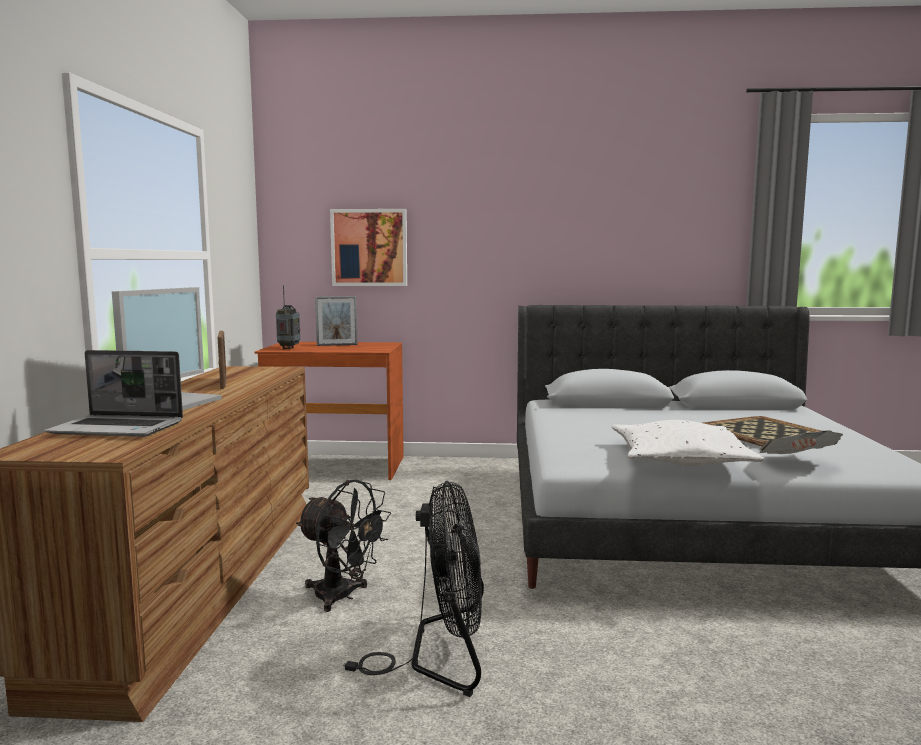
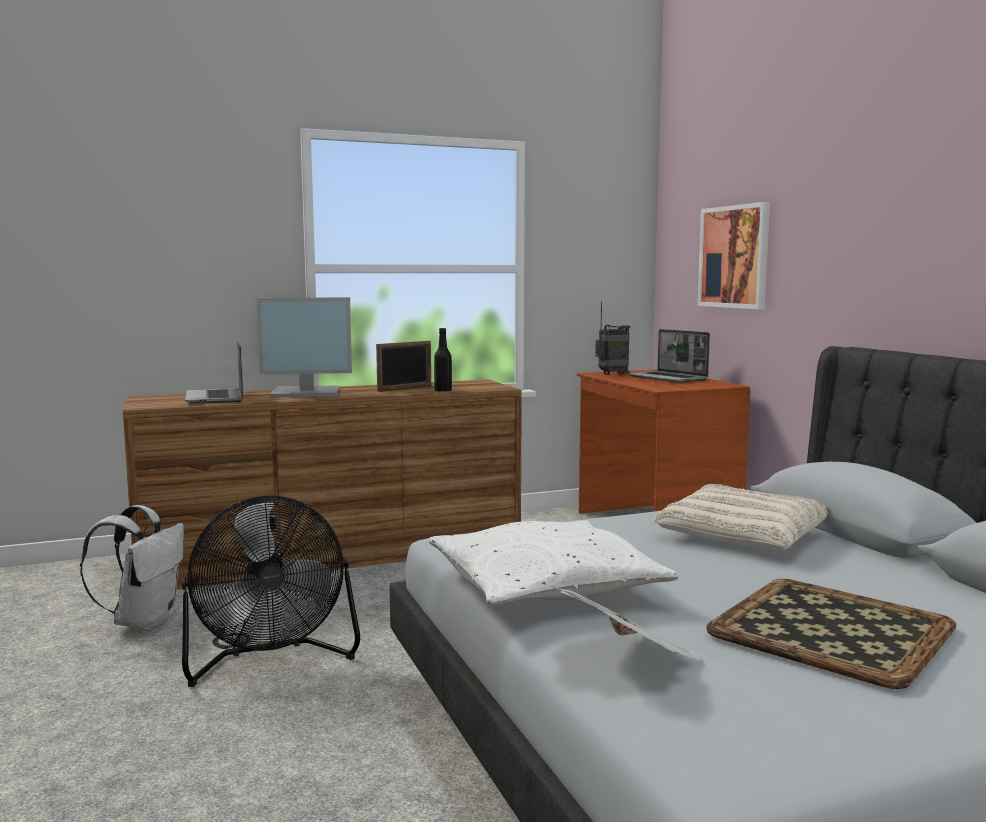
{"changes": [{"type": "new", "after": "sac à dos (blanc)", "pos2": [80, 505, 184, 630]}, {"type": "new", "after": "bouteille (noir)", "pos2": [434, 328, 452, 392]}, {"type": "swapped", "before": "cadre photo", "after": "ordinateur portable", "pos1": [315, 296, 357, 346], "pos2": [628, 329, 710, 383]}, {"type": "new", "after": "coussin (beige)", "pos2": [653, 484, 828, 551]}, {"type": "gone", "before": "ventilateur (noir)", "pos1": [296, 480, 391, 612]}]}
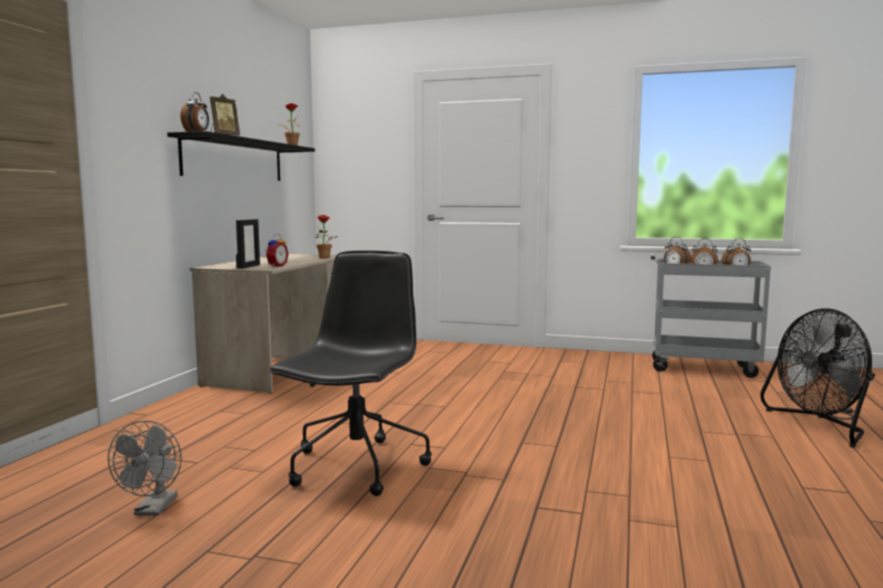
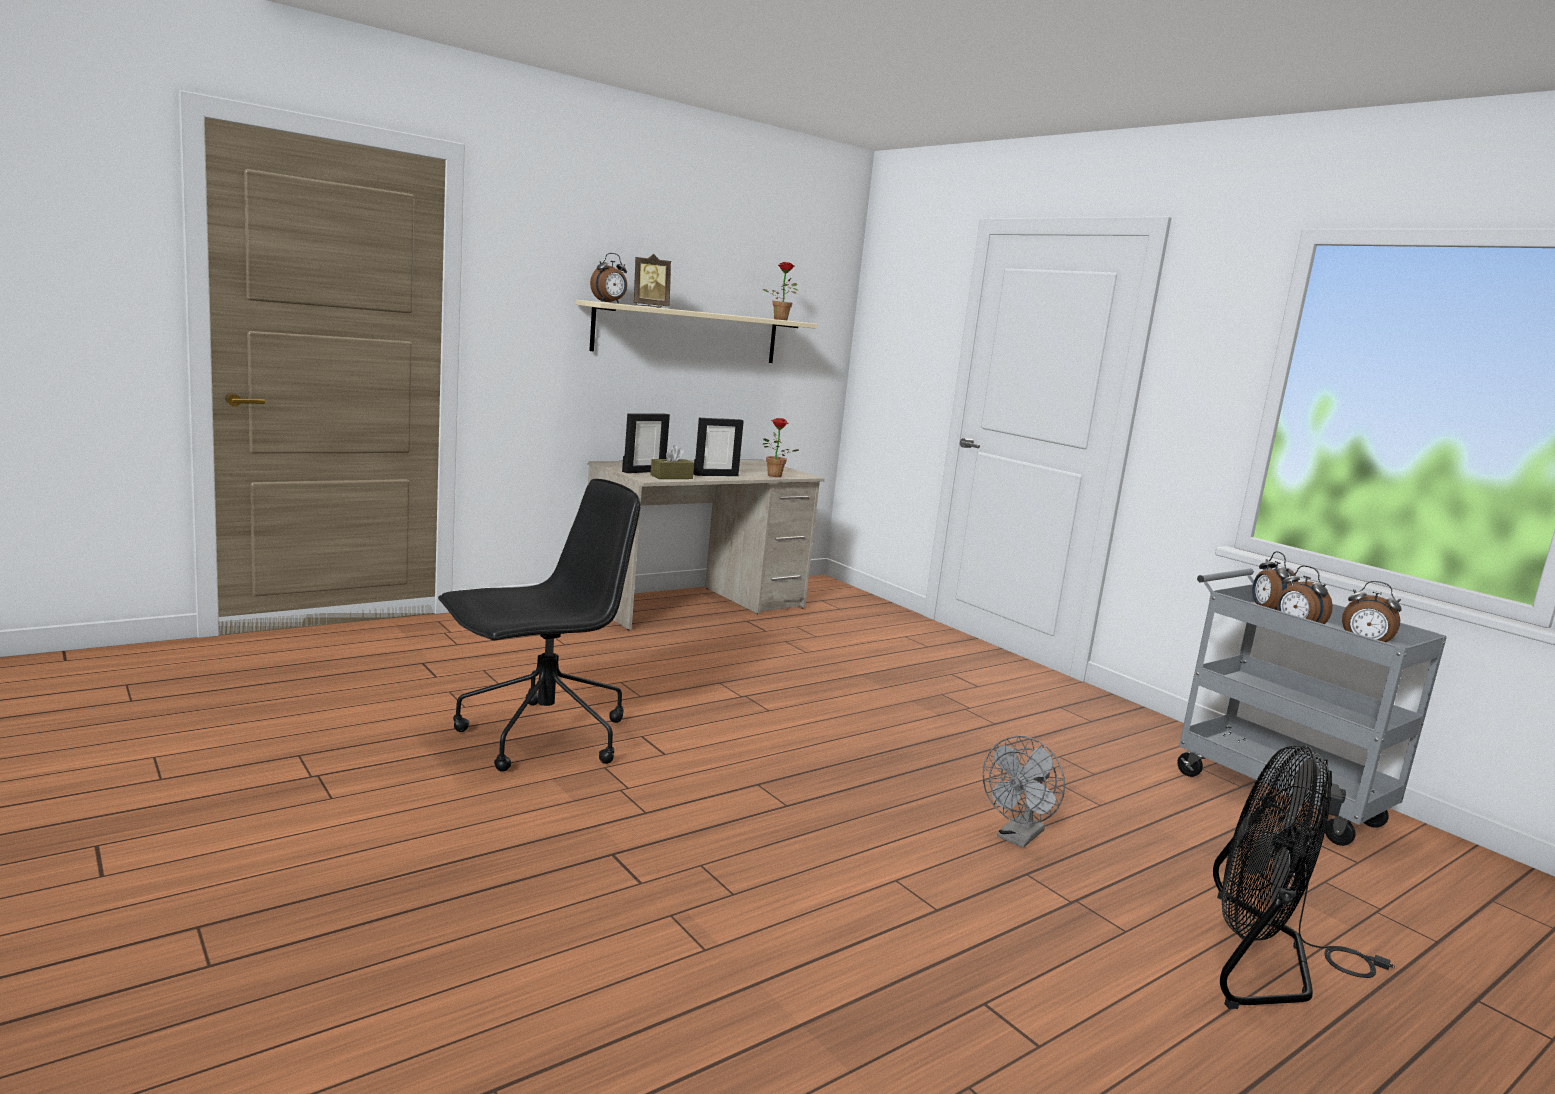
{"changes": [{"type": "repainted", "before": "étagère (noir)", "after": "étagère (beige)", "pos1": [167, 131, 315, 181], "pos2": [575, 300, 817, 363]}, {"type": "swapped", "before": "réveil", "after": "boîte à mouchoirs (marron)", "pos1": [266, 234, 289, 267], "pos2": [650, 445, 694, 479]}, {"type": "new", "after": "cadre photo", "pos2": [693, 418, 744, 476]}, {"type": "shifted", "before": "ventilateur (gris)", "pos1": [108, 420, 182, 516], "pos2": [983, 736, 1065, 848]}]}
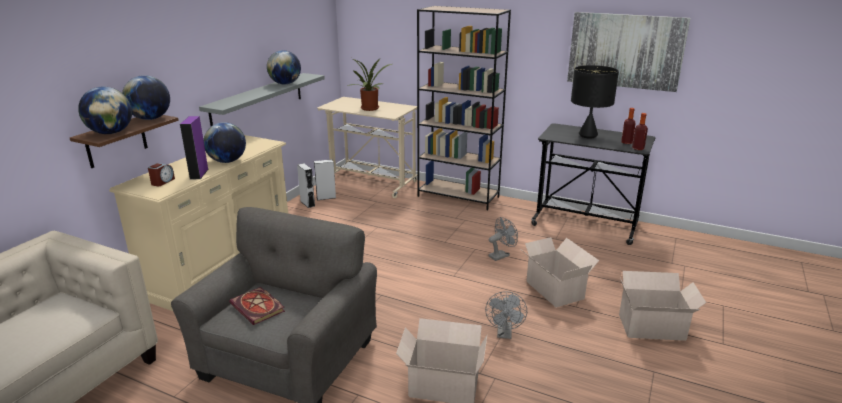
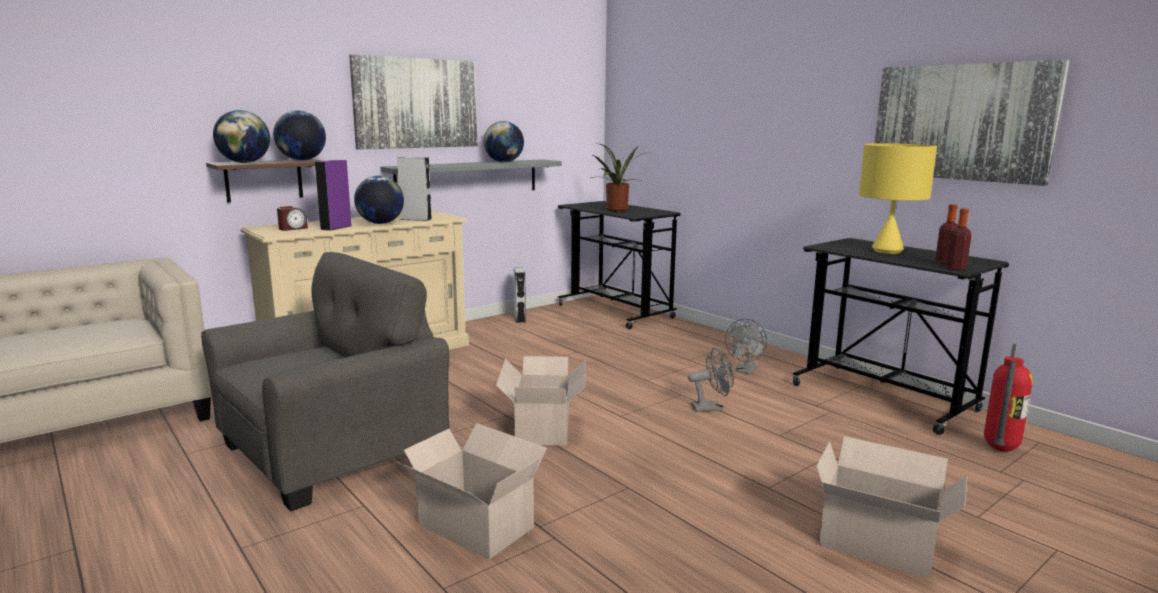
{"changes": [{"type": "new", "after": "tableau", "pos2": [349, 55, 478, 150]}, {"type": "shifted", "before": "enceinte (gris)", "pos1": [314, 159, 336, 200], "pos2": [397, 157, 432, 221]}, {"type": "shifted", "before": "carton", "pos1": [523, 237, 599, 307], "pos2": [496, 356, 586, 445]}, {"type": "repainted", "before": "bureau (beige)", "after": "bureau (noir)", "pos1": [317, 97, 418, 198], "pos2": [558, 201, 680, 329]}, {"type": "shifted", "before": "ventilateur (gris)", "pos1": [485, 291, 527, 339], "pos2": [725, 319, 767, 374]}, {"type": "repainted", "before": "lampe de table (noir)", "after": "lampe de table (jaune)", "pos1": [571, 65, 619, 139], "pos2": [859, 143, 937, 254]}, {"type": "new", "after": "extincteur", "pos2": [984, 344, 1033, 452]}, {"type": "gone", "before": "livre", "pos1": [229, 287, 285, 325]}, {"type": "gone", "before": "bibliothèque (beige)", "pos1": [417, 6, 511, 210]}]}
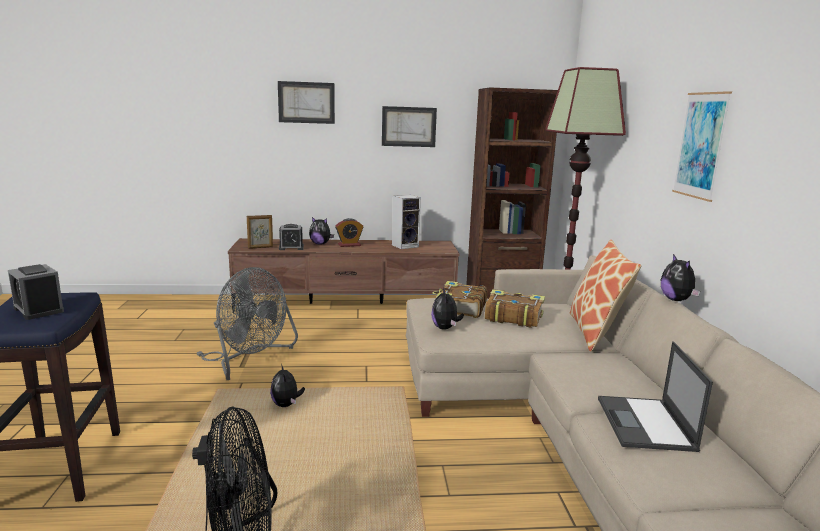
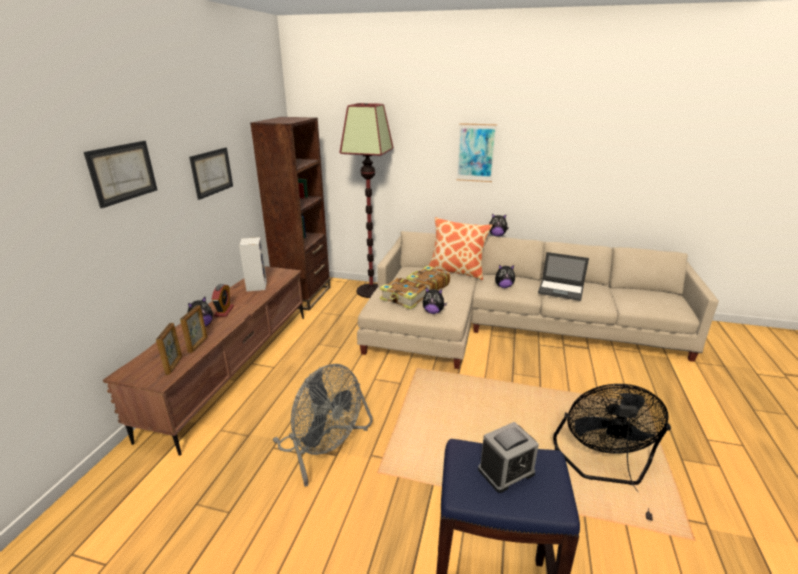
{"changes": [{"type": "swapped", "before": "réveil", "after": "cadre photo", "pos1": [279, 224, 304, 250], "pos2": [180, 305, 207, 353]}, {"type": "rotated", "before": "ventilateur (gris)", "pos1": [197, 267, 298, 380], "pos2": [273, 364, 373, 487], "turn": 75}, {"type": "shifted", "before": "peluche", "pos1": [270, 364, 305, 407], "pos2": [495, 265, 515, 288]}]}
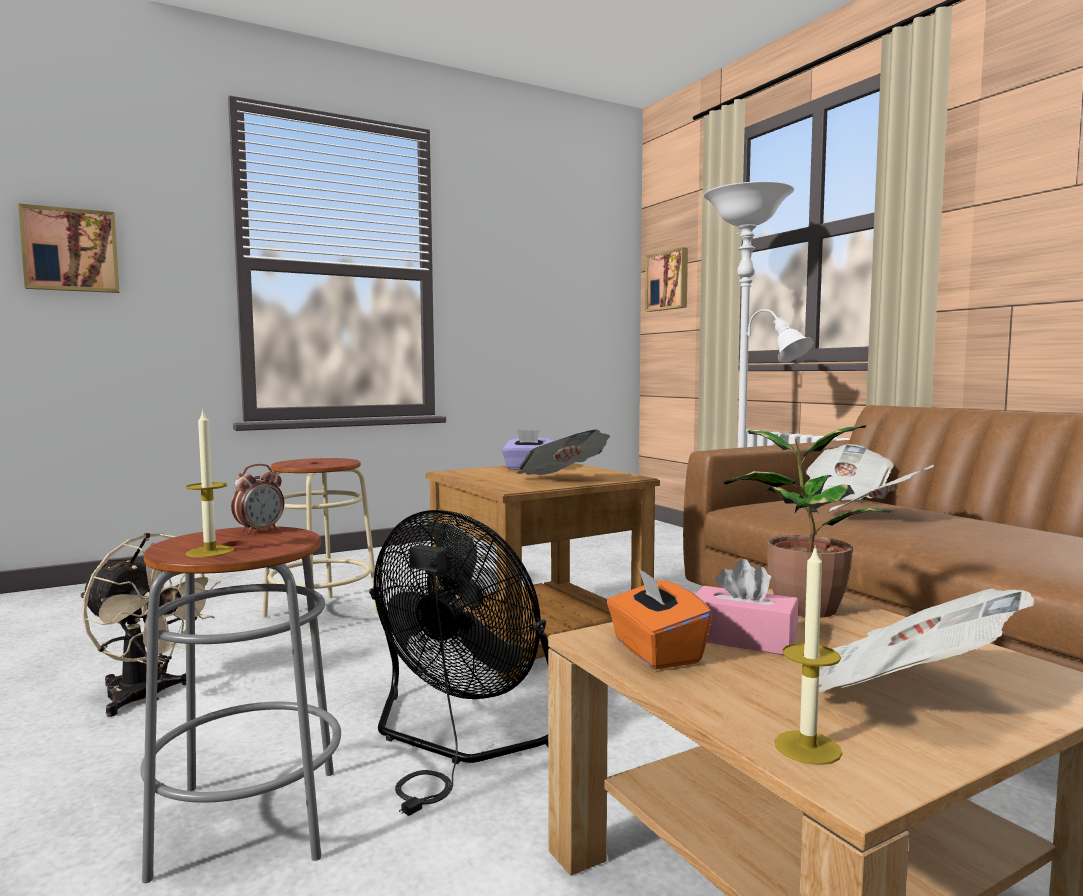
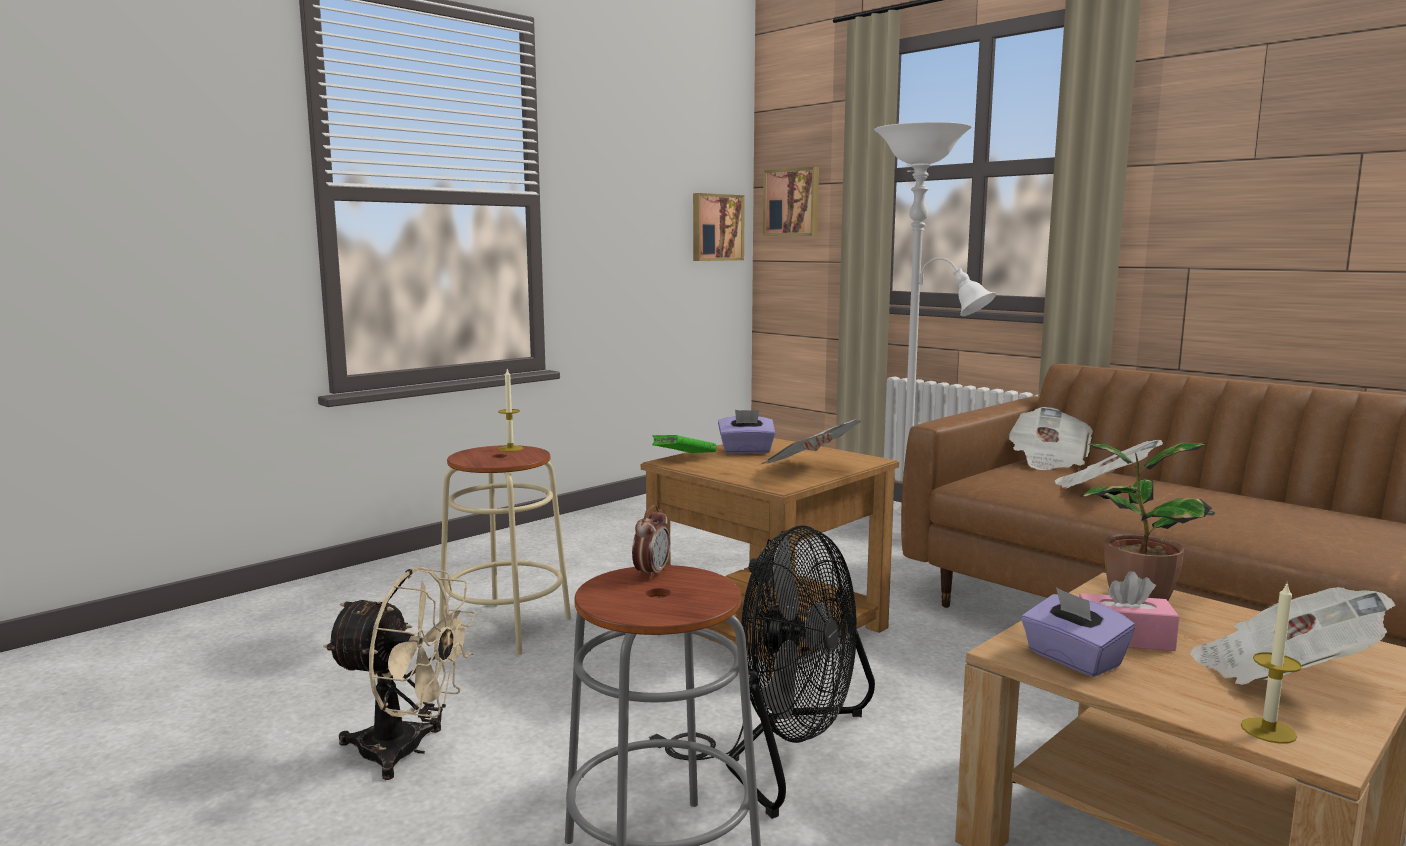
{"changes": [{"type": "shifted", "before": "bougie", "pos1": [186, 411, 234, 558], "pos2": [498, 369, 523, 452]}, {"type": "rotated", "before": "ventilateur (noir)", "pos1": [369, 510, 550, 816], "pos2": [649, 525, 875, 819], "turn": 105}, {"type": "new", "after": "livre (vert)", "pos2": [652, 435, 717, 453]}, {"type": "shifted", "before": "tableau", "pos1": [18, 203, 120, 293], "pos2": [693, 193, 745, 261]}, {"type": "repainted", "before": "boîte à mouchoirs (orange)", "after": "boîte à mouchoirs (violet)", "pos1": [607, 567, 713, 670], "pos2": [1021, 587, 1135, 677]}]}
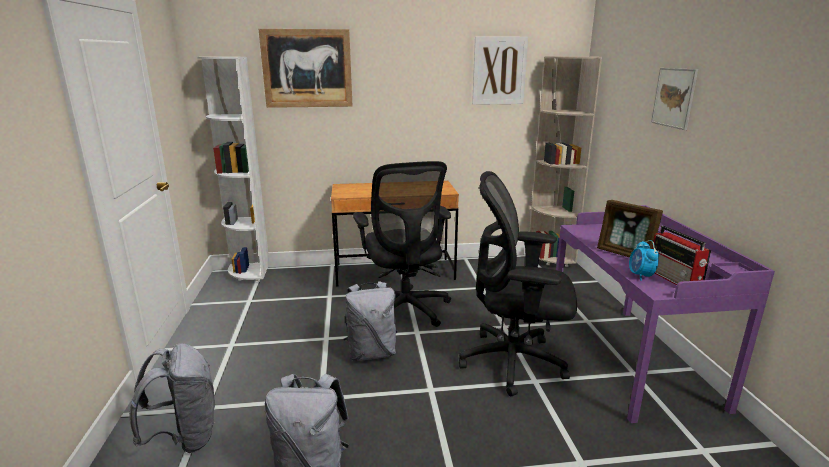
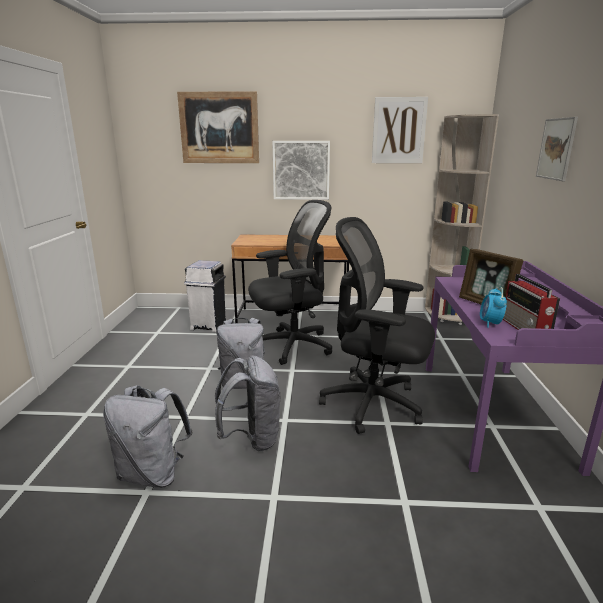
{"changes": [{"type": "new", "after": "poubelle (blanc)", "pos2": [184, 260, 226, 332]}, {"type": "shifted", "before": "sac à dos (gris)", "pos1": [129, 343, 215, 453], "pos2": [215, 356, 280, 452]}, {"type": "rotated", "before": "chaise de bureau (noir)", "pos1": [353, 161, 451, 327], "pos2": [248, 200, 332, 365], "turn": -105}, {"type": "new", "after": "tableau", "pos2": [272, 141, 330, 200]}, {"type": "gone", "before": "bibliothèque (blanc)", "pos1": [197, 57, 269, 283]}]}
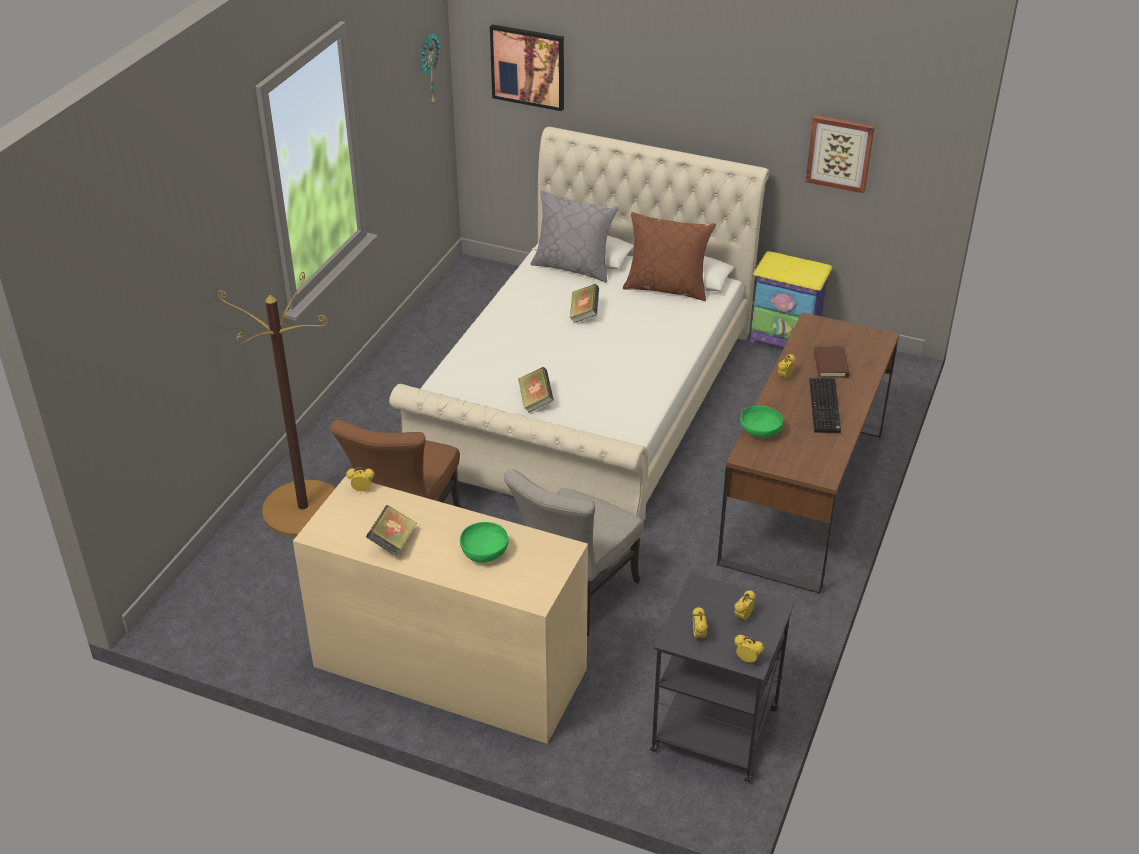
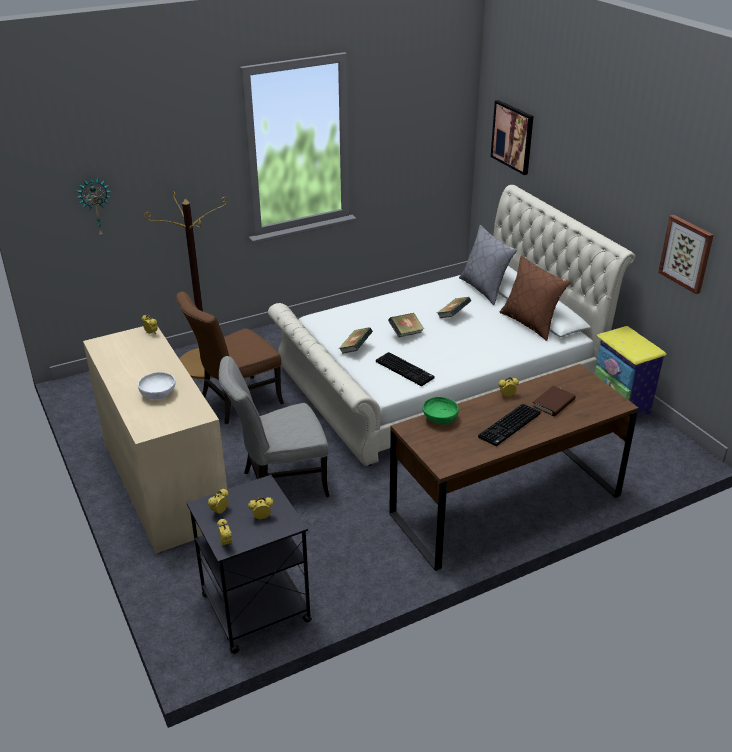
{"changes": [{"type": "shifted", "before": "horloge murale", "pos1": [421, 33, 440, 104], "pos2": [76, 178, 112, 237]}, {"type": "repainted", "before": "bol (vert)", "after": "bol (blanc)", "pos1": [460, 522, 509, 563], "pos2": [138, 372, 176, 399]}, {"type": "new", "after": "clavier", "pos2": [376, 352, 435, 386]}, {"type": "shifted", "before": "livre", "pos1": [366, 505, 417, 556], "pos2": [388, 313, 424, 337]}]}
